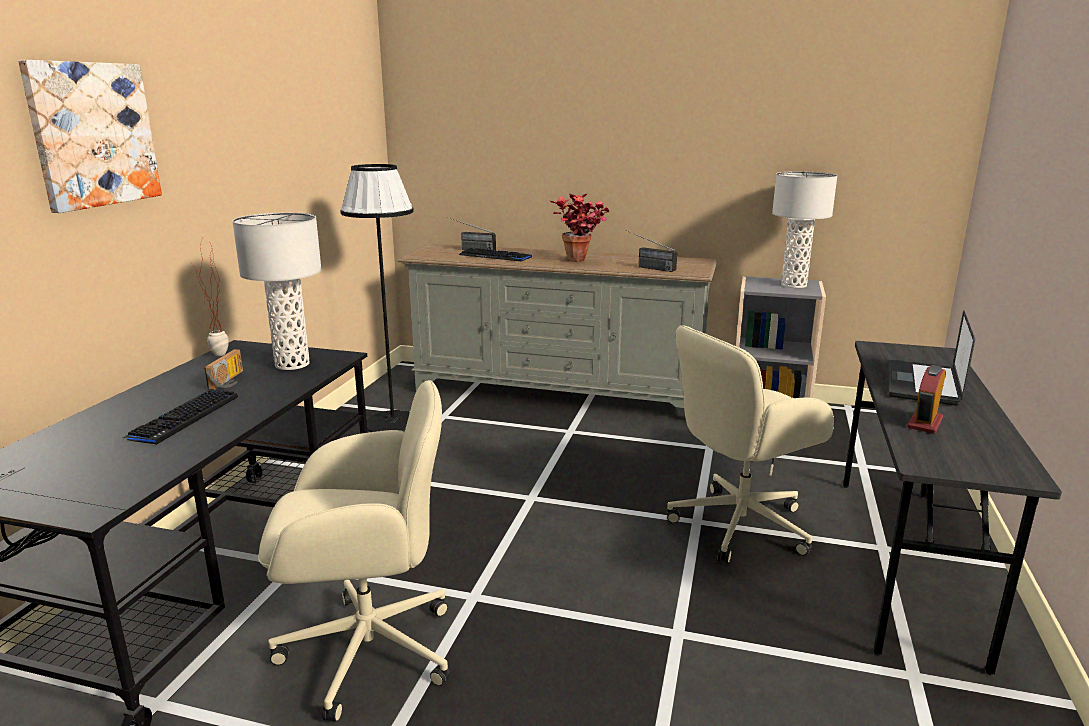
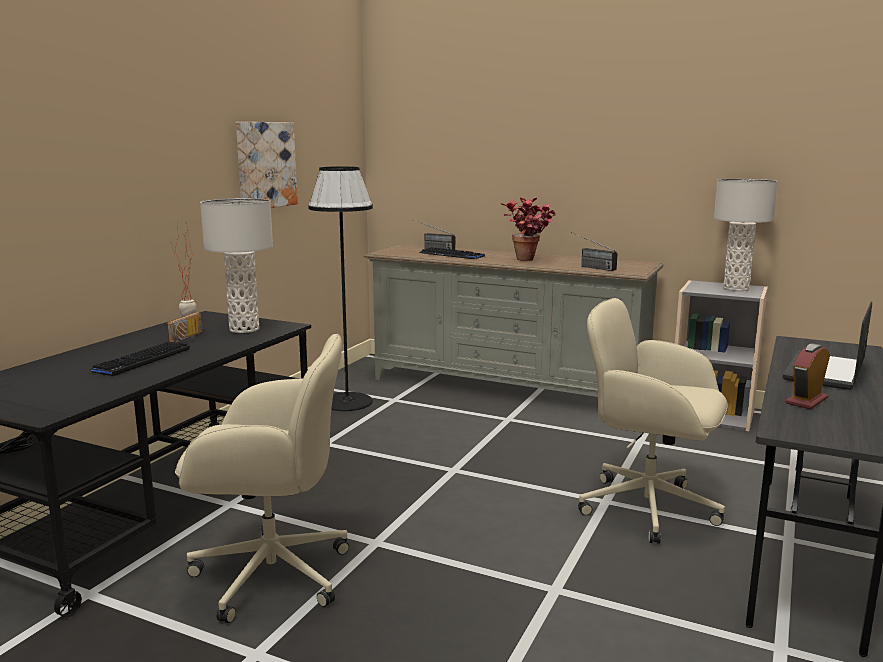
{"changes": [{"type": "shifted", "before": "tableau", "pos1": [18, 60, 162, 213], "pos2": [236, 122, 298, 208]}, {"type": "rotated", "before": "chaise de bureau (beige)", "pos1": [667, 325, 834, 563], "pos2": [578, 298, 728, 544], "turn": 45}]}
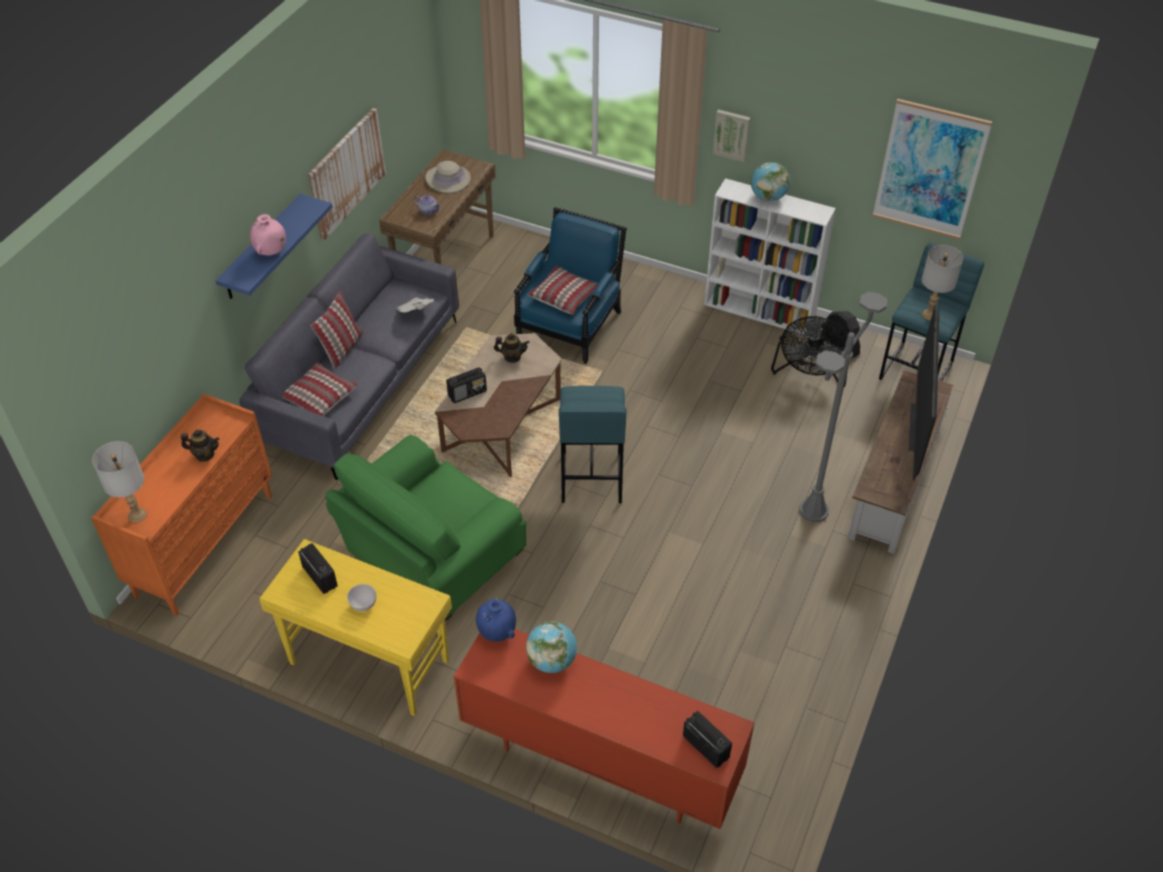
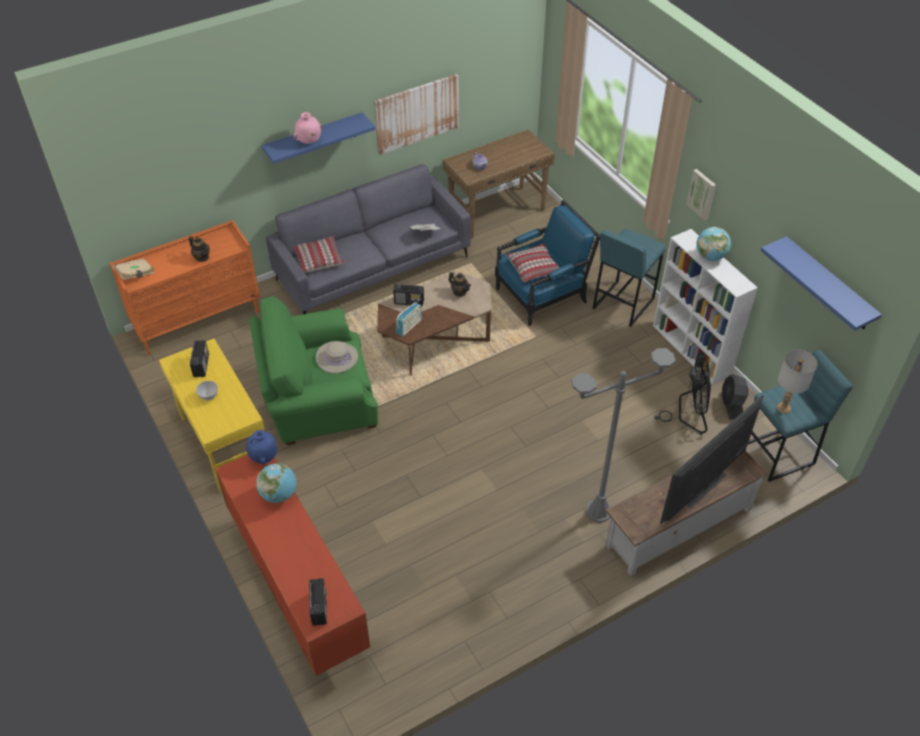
{"changes": [{"type": "swapped", "before": "lampe de table (gris)", "after": "livre (beige)", "pos1": [92, 441, 147, 523], "pos2": [113, 258, 155, 280]}, {"type": "shifted", "before": "chapeau (beige)", "pos1": [425, 161, 471, 193], "pos2": [316, 341, 358, 373]}, {"type": "new", "after": "radio", "pos2": [396, 302, 422, 336]}, {"type": "shifted", "before": "tabouret (turquoise)", "pos1": [559, 386, 626, 503], "pos2": [593, 229, 665, 327]}, {"type": "rotated", "before": "ventilateur (noir)", "pos1": [771, 316, 848, 387], "pos2": [654, 356, 711, 435], "turn": -135}, {"type": "swapped", "before": "tableau", "after": "étagère (bleu)", "pos1": [872, 99, 993, 239], "pos2": [761, 236, 882, 331]}, {"type": "gone", "before": "coussin", "pos1": [311, 291, 363, 369]}]}
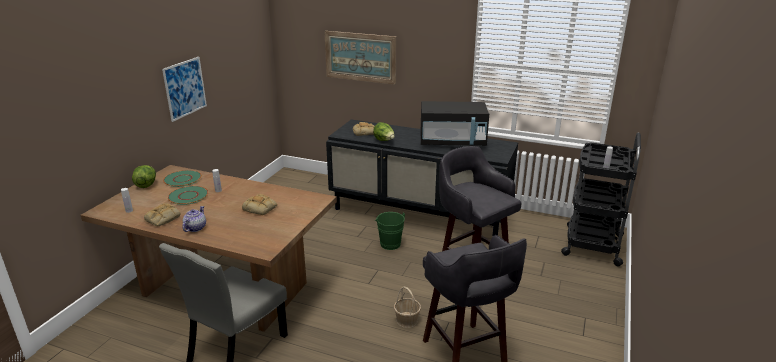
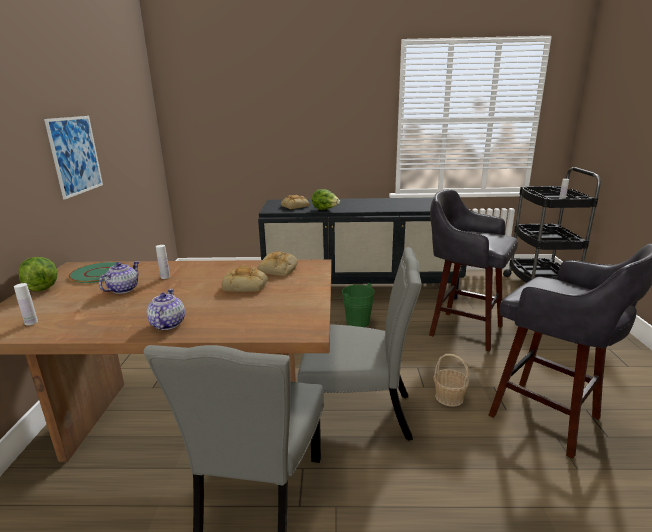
{"changes": [{"type": "swapped", "before": "assiette (vert)", "after": "théière", "pos1": [168, 186, 208, 205], "pos2": [99, 261, 140, 294]}, {"type": "shifted", "before": "pain", "pos1": [144, 203, 180, 226], "pos2": [257, 251, 298, 276]}, {"type": "new", "after": "chaise (gris)", "pos2": [298, 247, 422, 440]}, {"type": "gone", "before": "tableau", "pos1": [324, 31, 396, 85]}, {"type": "gone", "before": "micro-ondes (noir)", "pos1": [421, 101, 489, 146]}]}
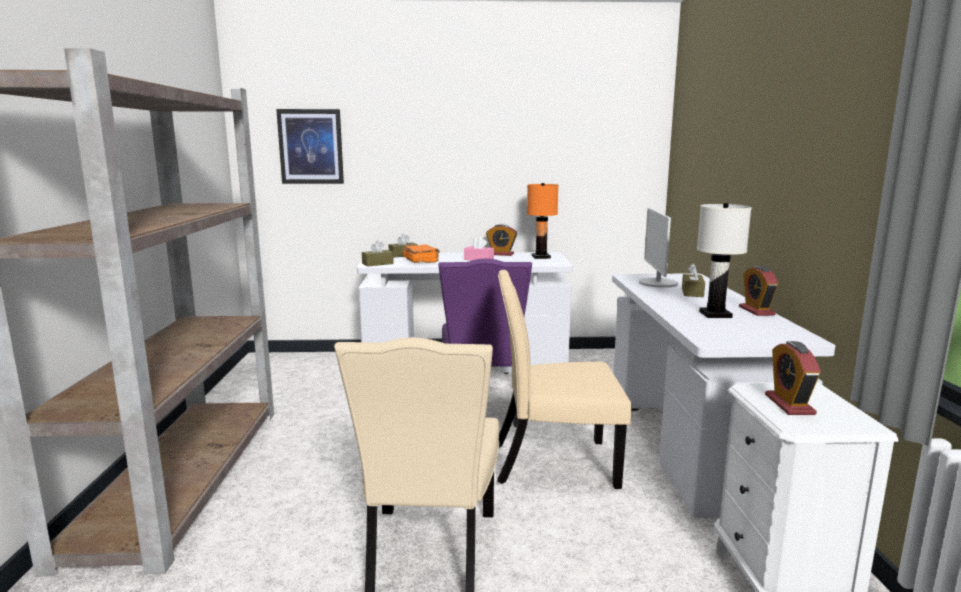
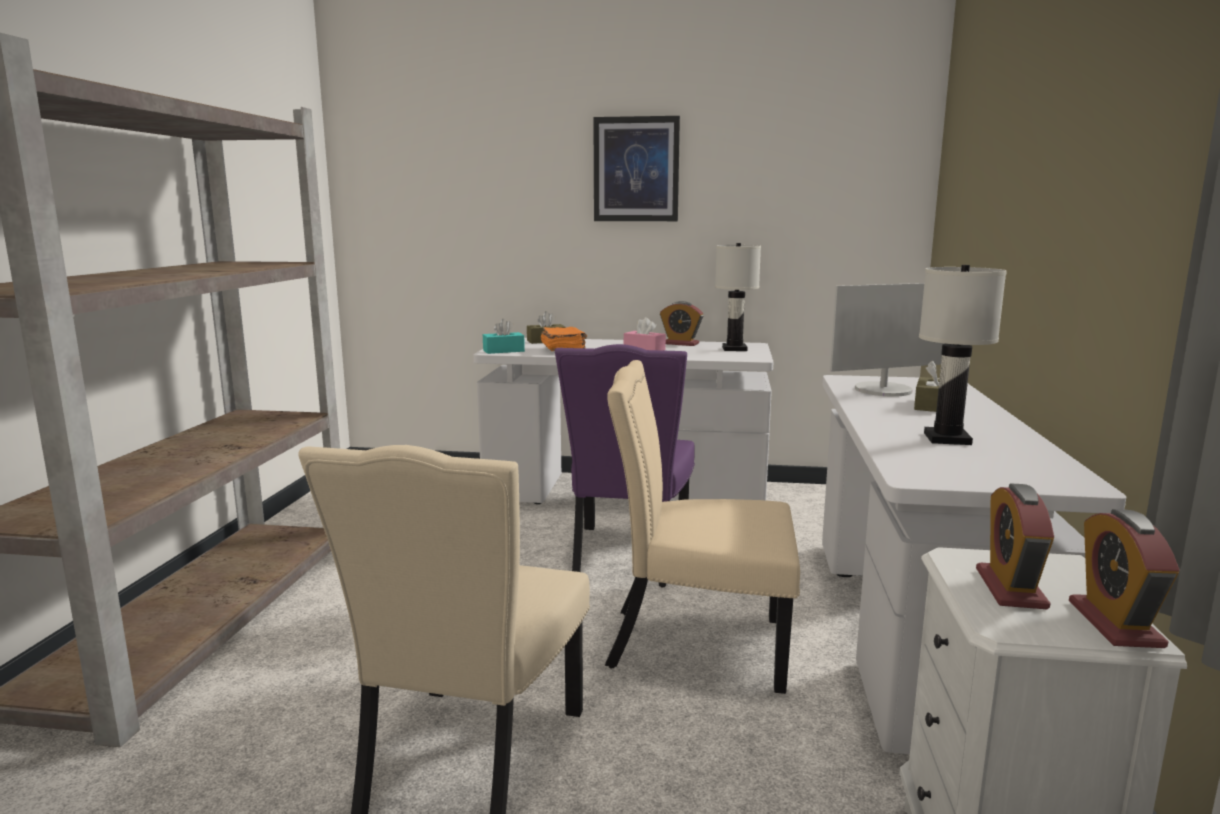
{"changes": [{"type": "repainted", "before": "boîte à mouchoirs (marron)", "after": "boîte à mouchoirs (turquoise)", "pos1": [362, 240, 394, 267], "pos2": [483, 319, 525, 354]}, {"type": "shifted", "before": "tableau", "pos1": [276, 109, 344, 184], "pos2": [593, 116, 680, 221]}, {"type": "repainted", "before": "lampe de table (orange)", "after": "lampe de table (blanc)", "pos1": [527, 183, 558, 259], "pos2": [715, 243, 761, 351]}, {"type": "rotated", "before": "écran d'ordinateur", "pos1": [639, 208, 678, 288], "pos2": [830, 283, 944, 397], "turn": -120}, {"type": "shifted", "before": "réveil", "pos1": [739, 266, 778, 316], "pos2": [1069, 509, 1180, 648]}]}
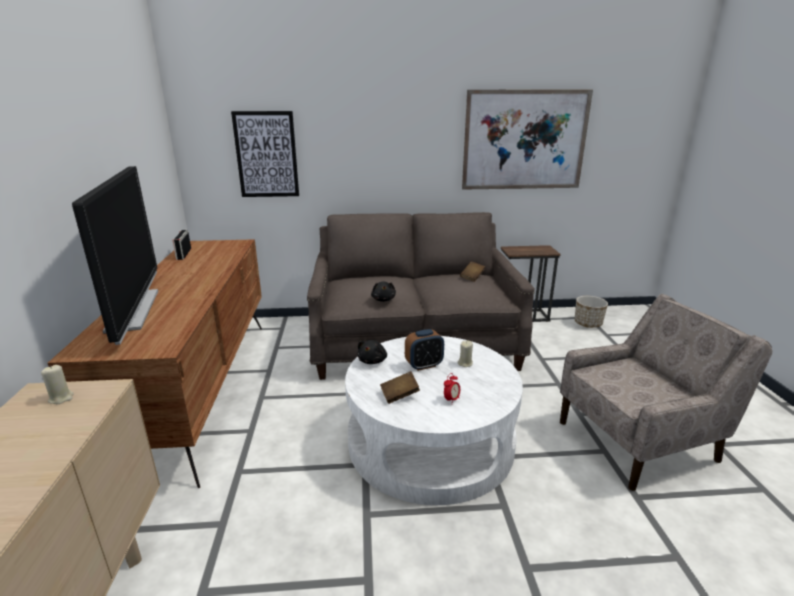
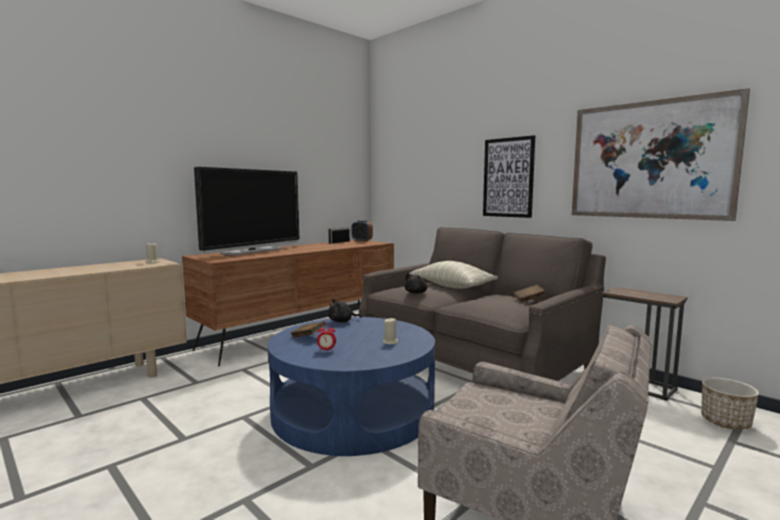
{"changes": [{"type": "repainted", "before": "table basse (blanc)", "after": "table basse (bleu)", "pos1": [345, 336, 523, 505], "pos2": [268, 317, 435, 456]}, {"type": "shifted", "before": "réveil", "pos1": [405, 329, 444, 371], "pos2": [352, 220, 373, 242]}, {"type": "new", "after": "coussin", "pos2": [410, 261, 498, 289]}, {"type": "shifted", "before": "tableau", "pos1": [231, 111, 299, 197], "pos2": [483, 135, 535, 218]}]}
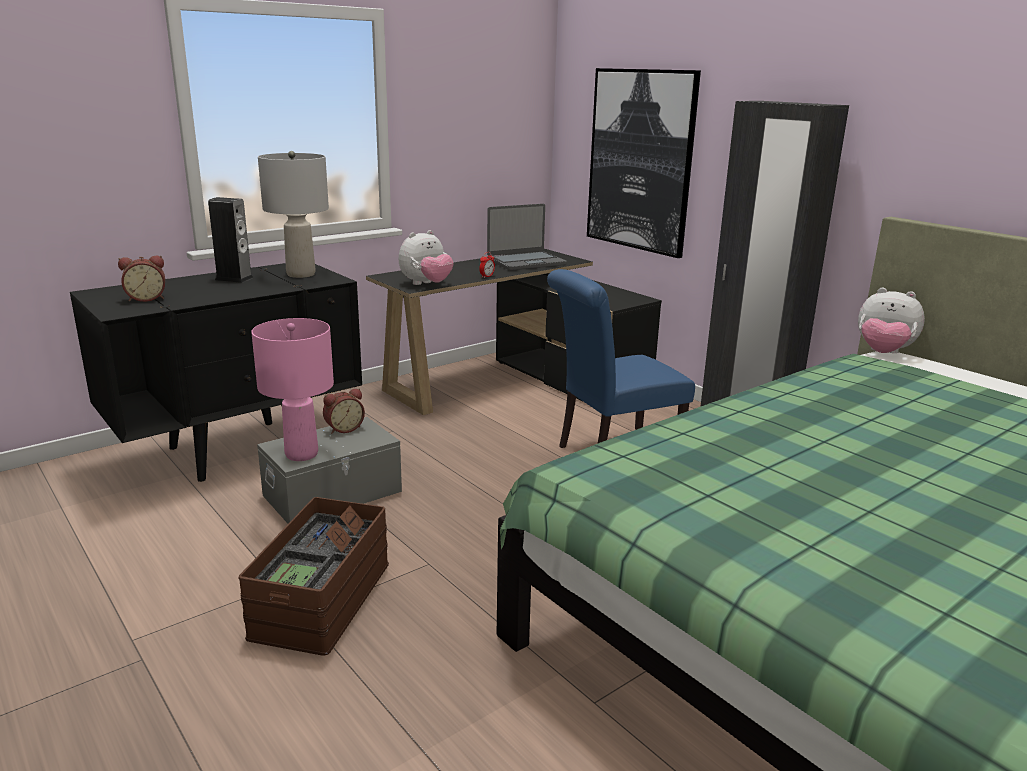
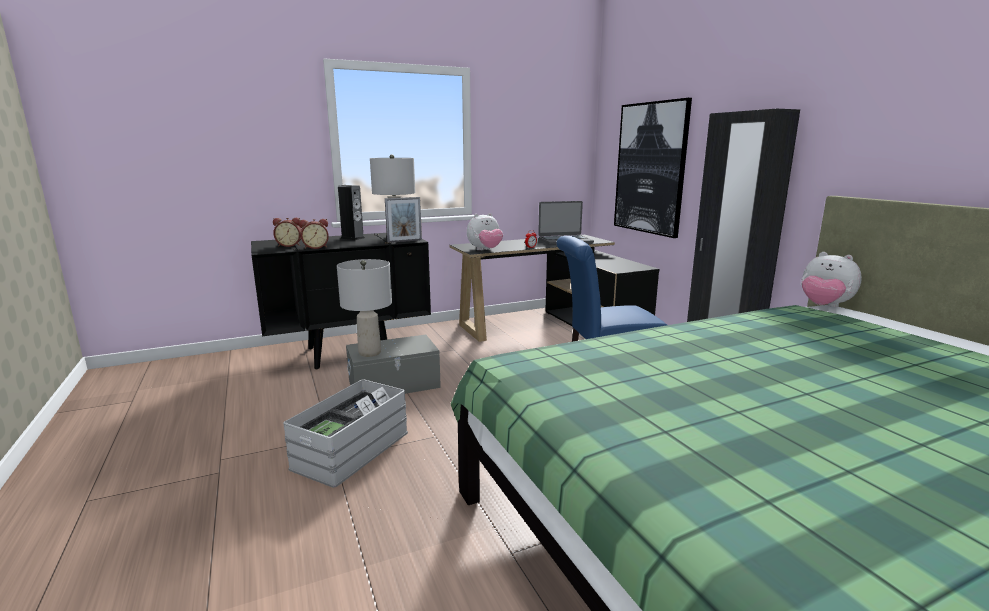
{"changes": [{"type": "repainted", "before": "boîte de rangement (marron)", "after": "boîte de rangement (gris)", "pos1": [238, 497, 389, 656], "pos2": [283, 379, 408, 488]}, {"type": "shifted", "before": "réveil", "pos1": [323, 388, 365, 434], "pos2": [299, 219, 329, 249]}, {"type": "repainted", "before": "lampe de table (rose)", "after": "lampe de table (gris)", "pos1": [251, 318, 334, 461], "pos2": [337, 259, 392, 357]}, {"type": "new", "after": "cadre photo", "pos2": [385, 197, 422, 243]}]}
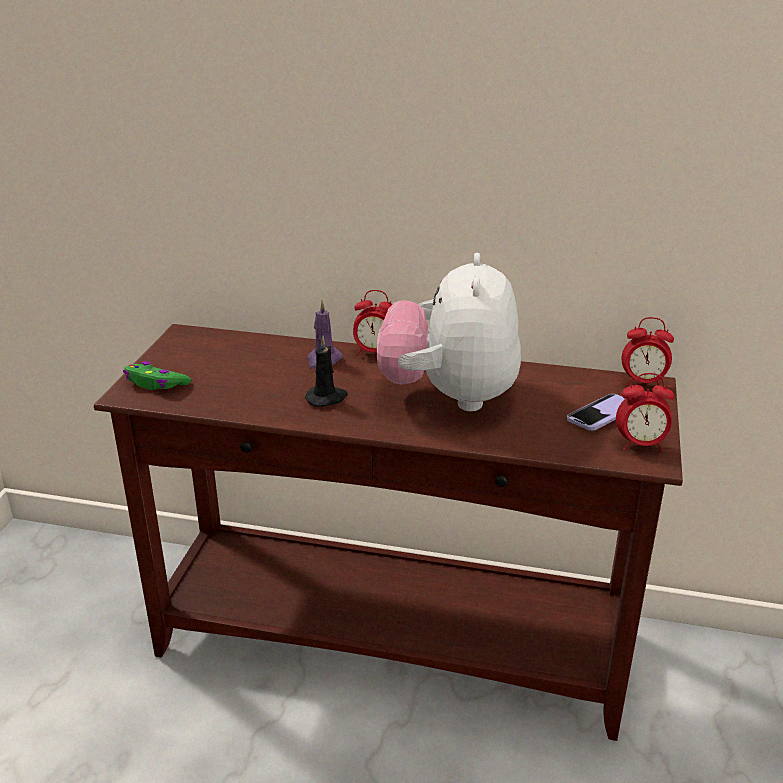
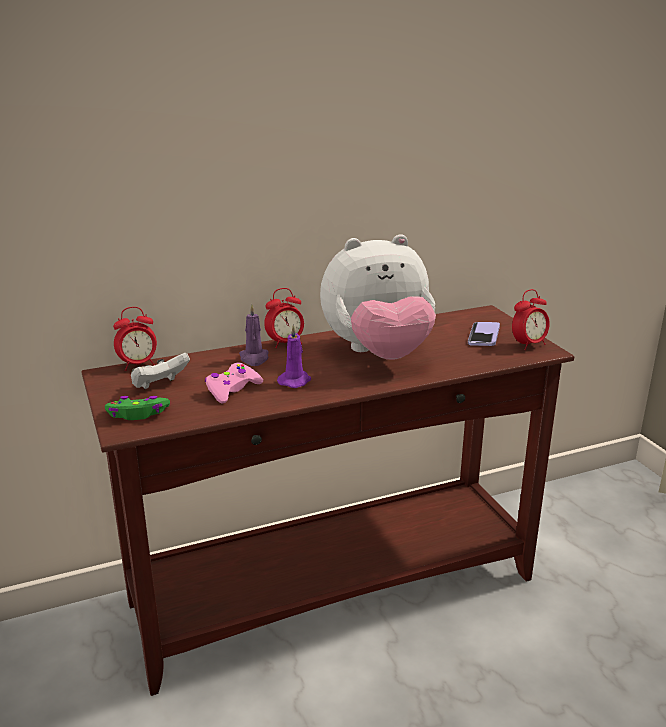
{"changes": [{"type": "shifted", "before": "réveil", "pos1": [622, 317, 674, 386], "pos2": [113, 307, 157, 371]}, {"type": "new", "after": "manette (blanc)", "pos2": [131, 353, 190, 389]}, {"type": "new", "after": "manette (rose)", "pos2": [205, 363, 263, 403]}, {"type": "repainted", "before": "bougie (noir)", "after": "bougie (violet)", "pos1": [305, 336, 348, 407], "pos2": [277, 324, 311, 388]}, {"type": "rotated", "before": "peluche", "pos1": [377, 253, 521, 412], "pos2": [320, 234, 436, 360], "turn": -75}]}
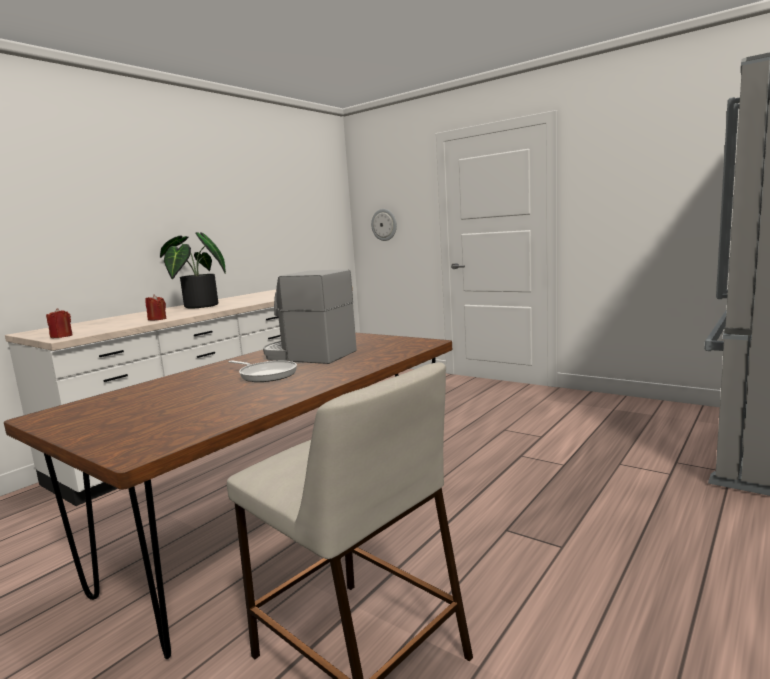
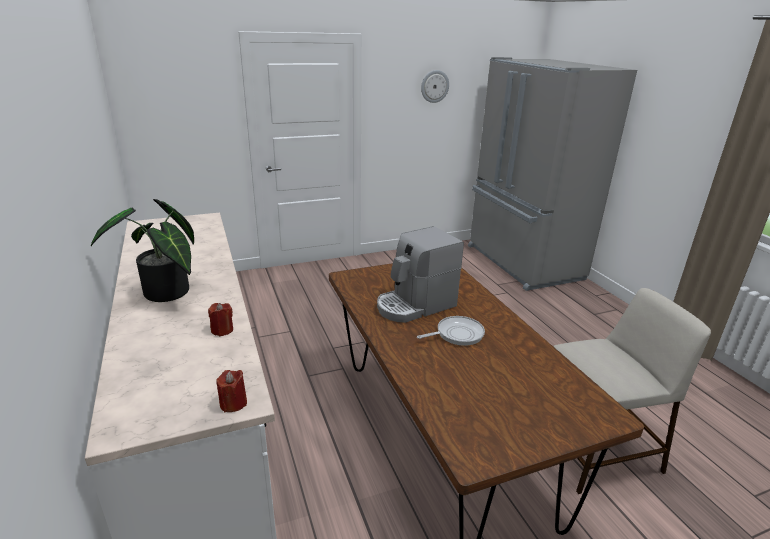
{"changes": [{"type": "shifted", "before": "horloge murale", "pos1": [371, 209, 397, 241], "pos2": [421, 70, 449, 103]}]}
